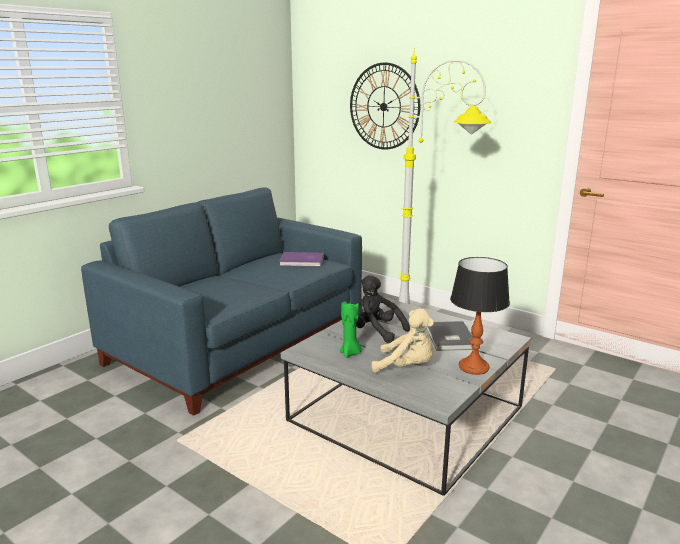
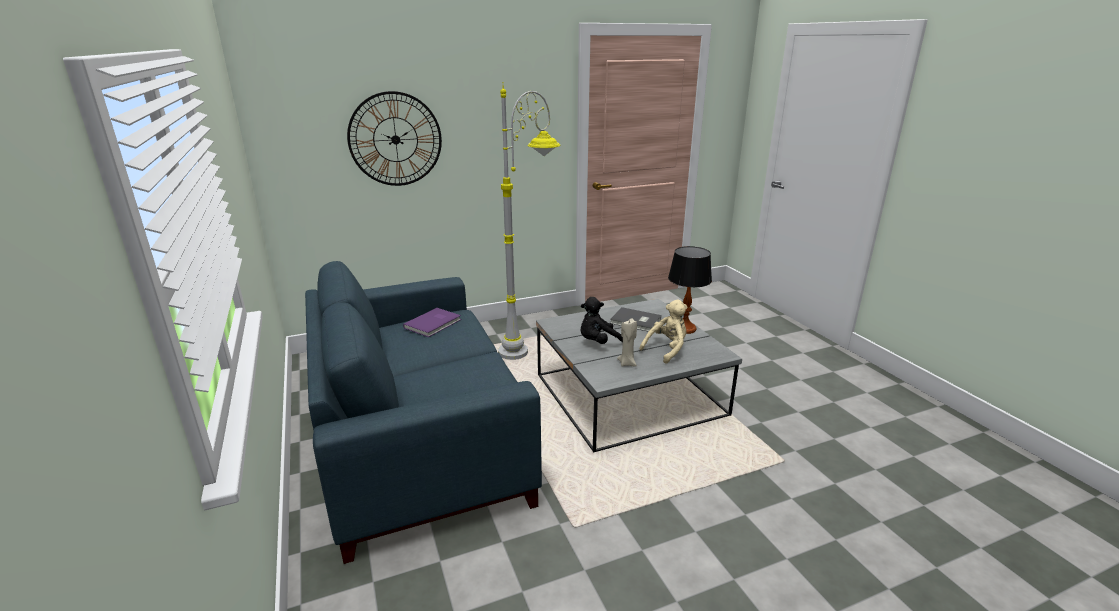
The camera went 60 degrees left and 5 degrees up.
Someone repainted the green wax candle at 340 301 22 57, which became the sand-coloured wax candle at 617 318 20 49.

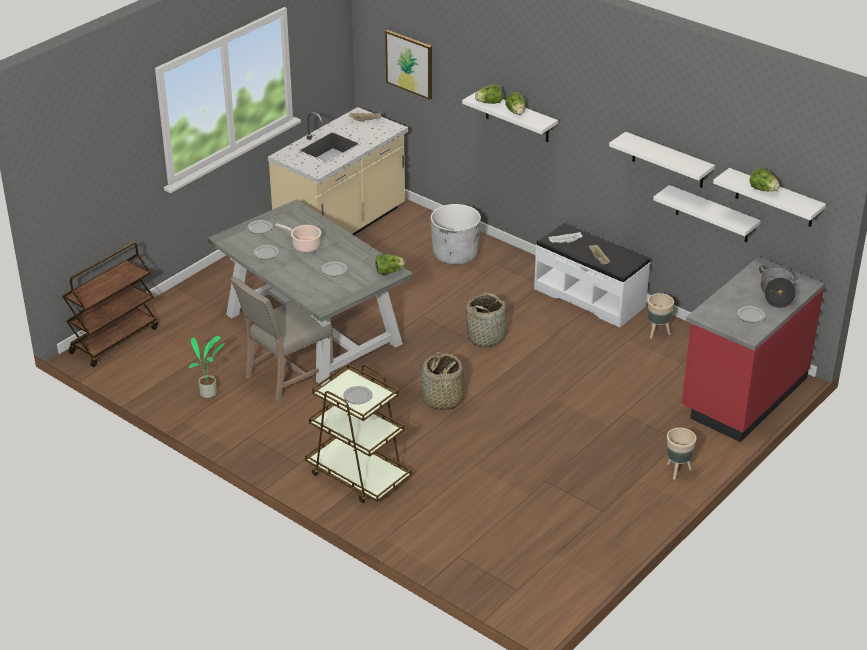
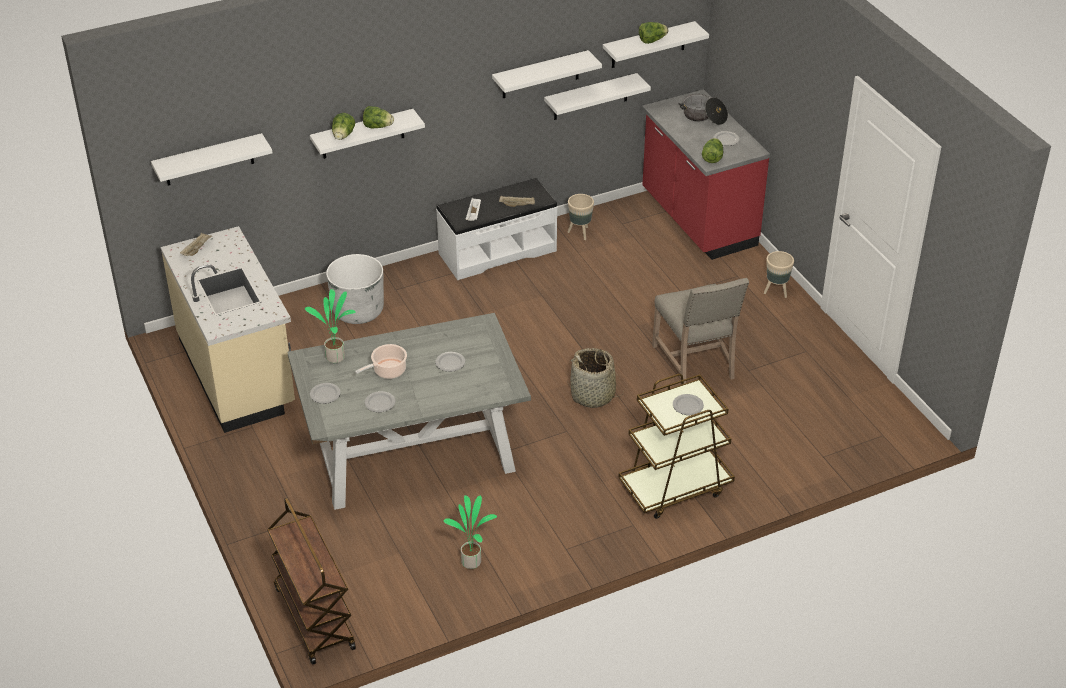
The camera went 65 degrees left and 5 degrees up.
Someone carried the sand-coloured chair from 231 277 103 124 to 652 278 97 107.
Someone carried the lettuce from 375 254 30 21 to 702 138 22 25.
Someone swapped the wall art at 385 30 47 70 for the white-coloured shelf at 151 133 121 53.
Someone took away the storage basket at 465 292 48 55.
Someone put down the houseplant at 305 289 51 74.

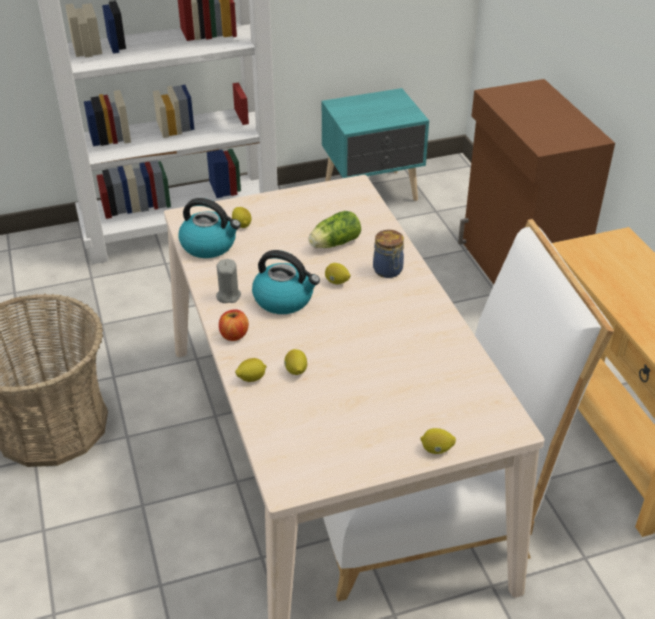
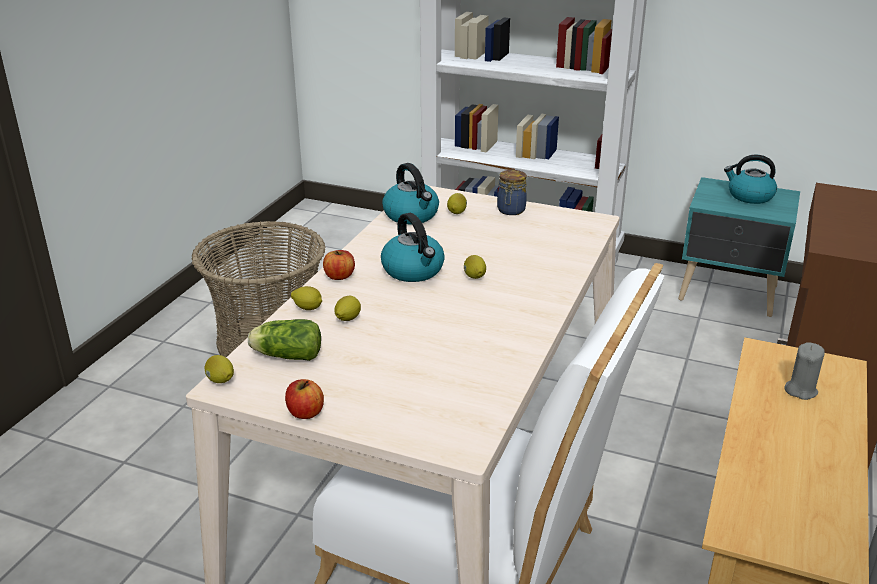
The camera went 40 degrees right and 10 degrees down.
Someone carried the gray wax candle from 216 259 25 44 to 784 342 41 58.
Someone carried the lettuce from 308 211 53 37 to 248 319 73 42.
Someone carried the preserve jar from 373 230 31 48 to 497 170 30 45.
Someone carried the citrus fruit from 420 428 36 26 to 204 355 30 28.
Someone put down the apple at 285 379 39 40.
Someone put down the kettle at 724 155 53 49.

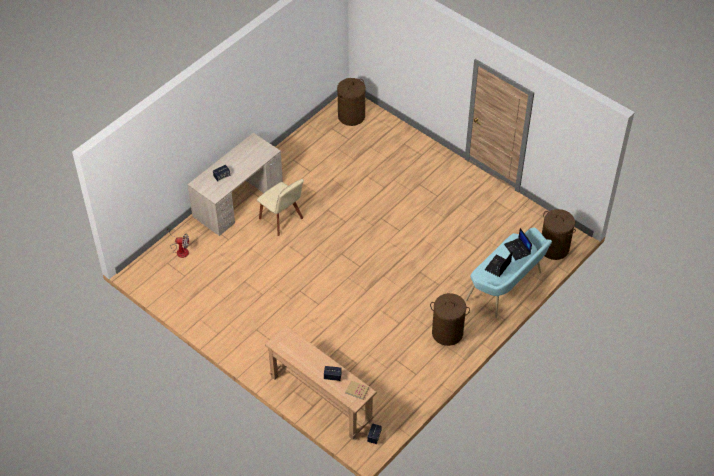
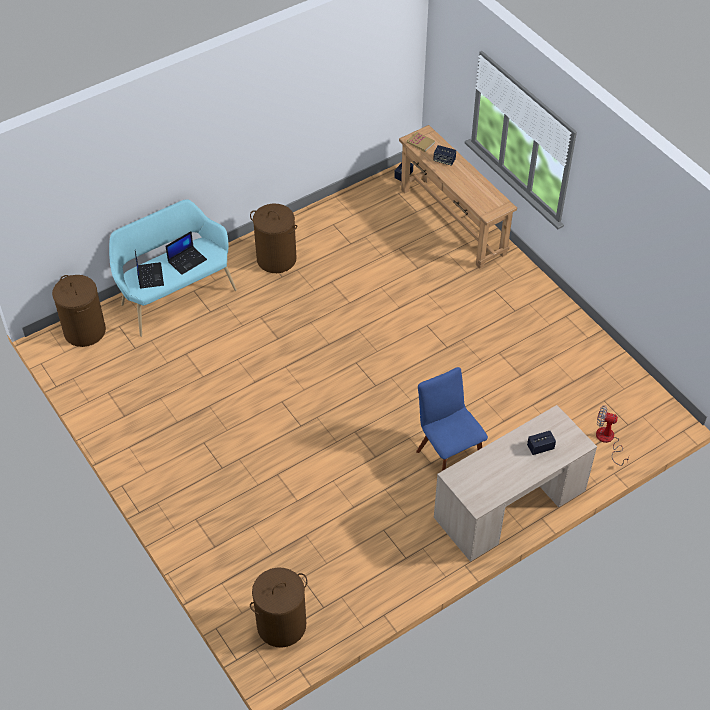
The camera went 165 degrees left and 0 degrees up.
Someone repainted the sand-coloured chair at 257 179 47 57, which became the blue chair at 416 367 72 104.

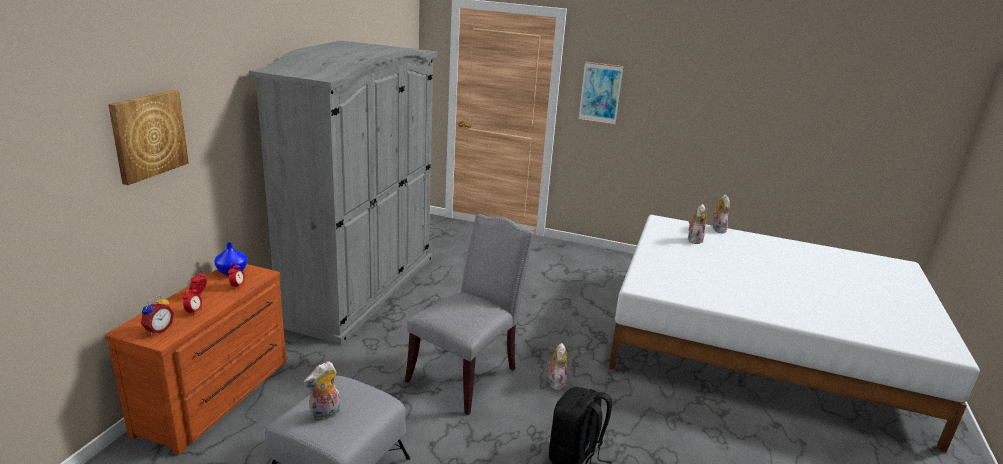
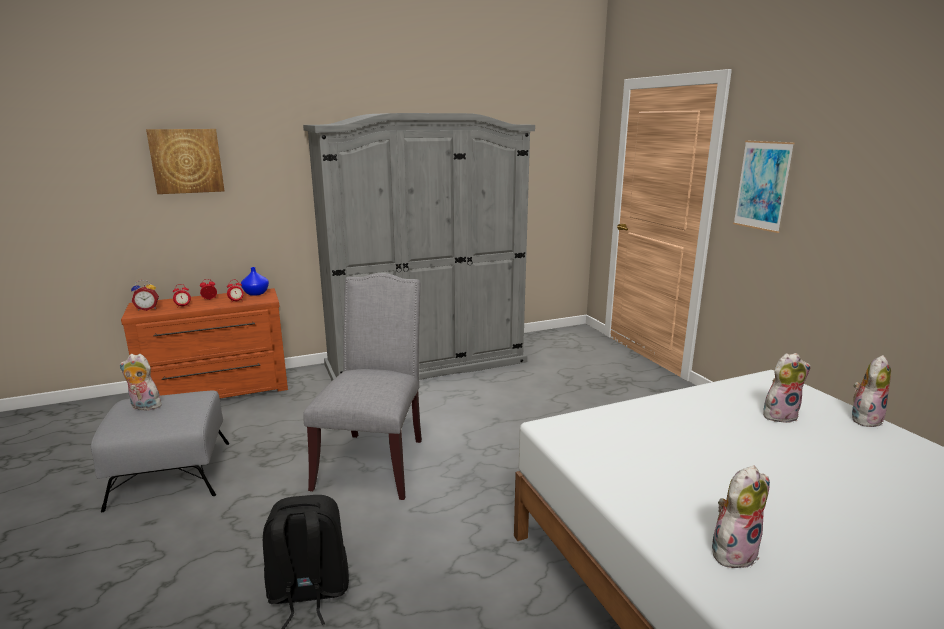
The camera went 50 degrees right and 5 degrees down.
Someone rotated the gray chair at 405 214 129 201 by 75 degrees counterclockwise.
Someone carried the cuddly toy from 548 343 19 47 to 712 465 58 103.

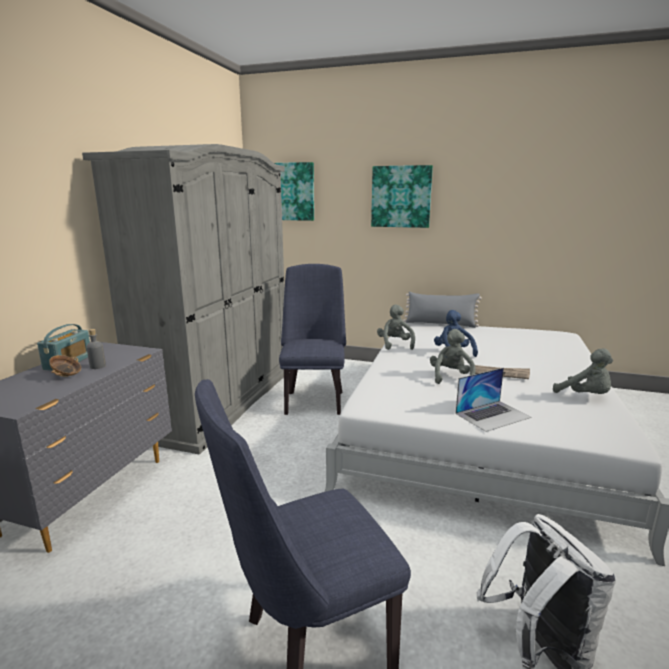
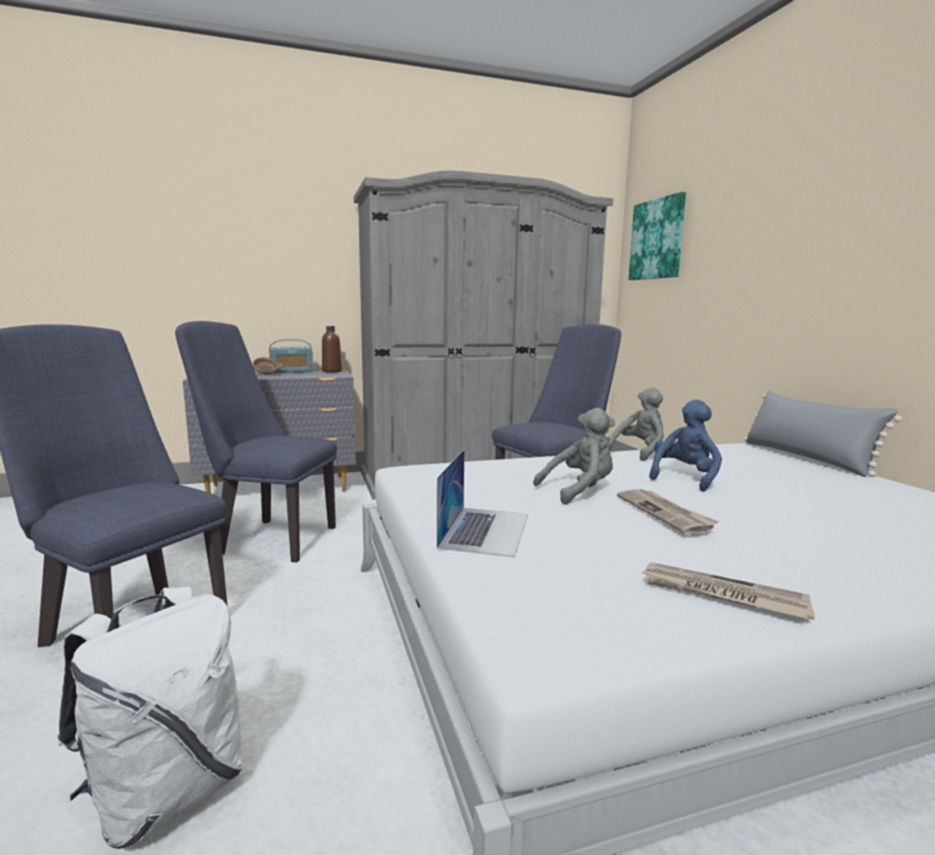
The camera went 55 degrees right and 5 degrees down.
Someone took away the gray beverage bottle at 86 329 20 40.
Someone took away the wall art at 371 165 62 63.
Someone rotated the laptop at 456 368 75 64 by 105 degrees counterclockwise.
Someone swapped the gray cuddly toy at 553 348 60 46 for the daily paper at 642 562 172 58.
Someone put down the blue chair at 175 321 162 241.
Someone put down the brown-coloured beverage bottle at 322 326 20 46.

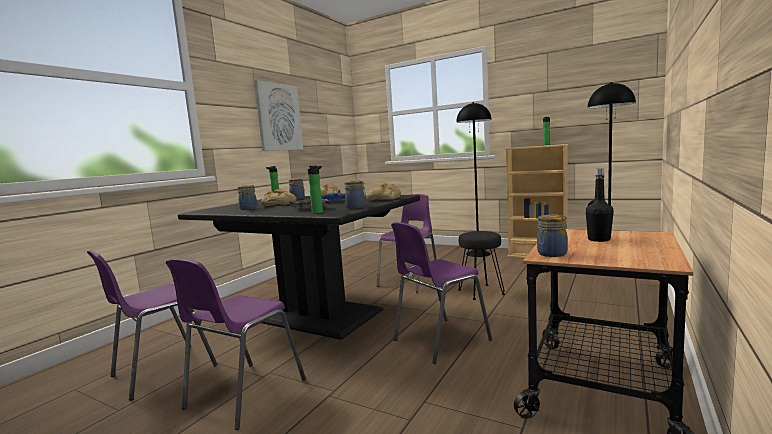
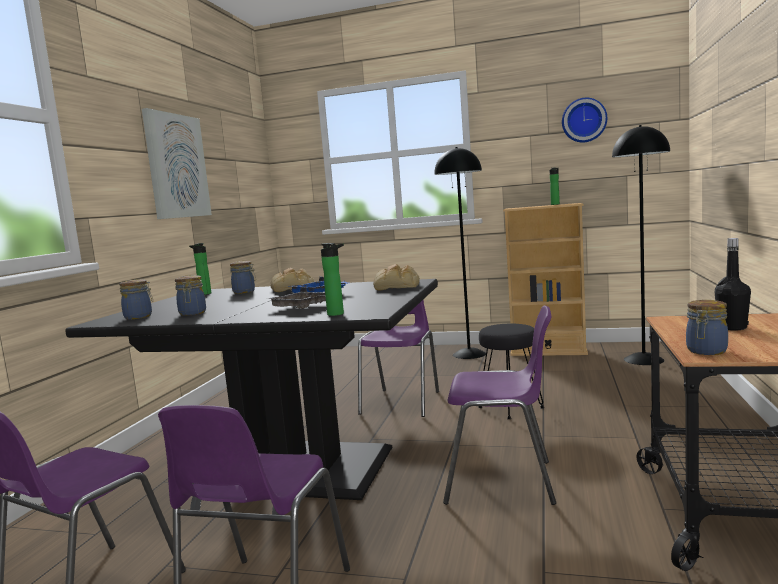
The camera went 15 degrees left and 0 degrees up.
Someone took away the bread at 261 189 36 17.
Someone carried the preserve jar from 345 180 21 29 to 119 279 34 40.
Someone rotated the purplish chair at 391 222 101 142 by 120 degrees counterclockwise.
Someone put up the wall clock at 562 98 45 45.

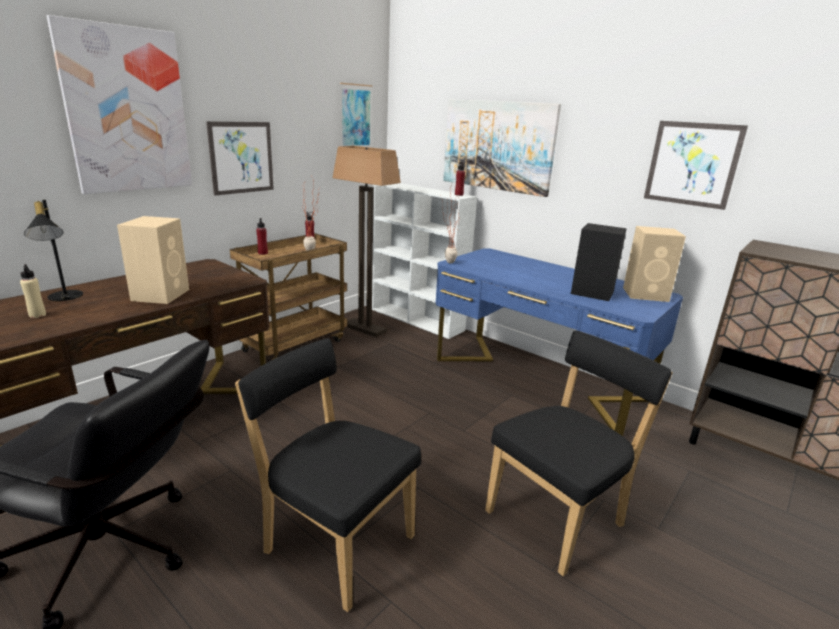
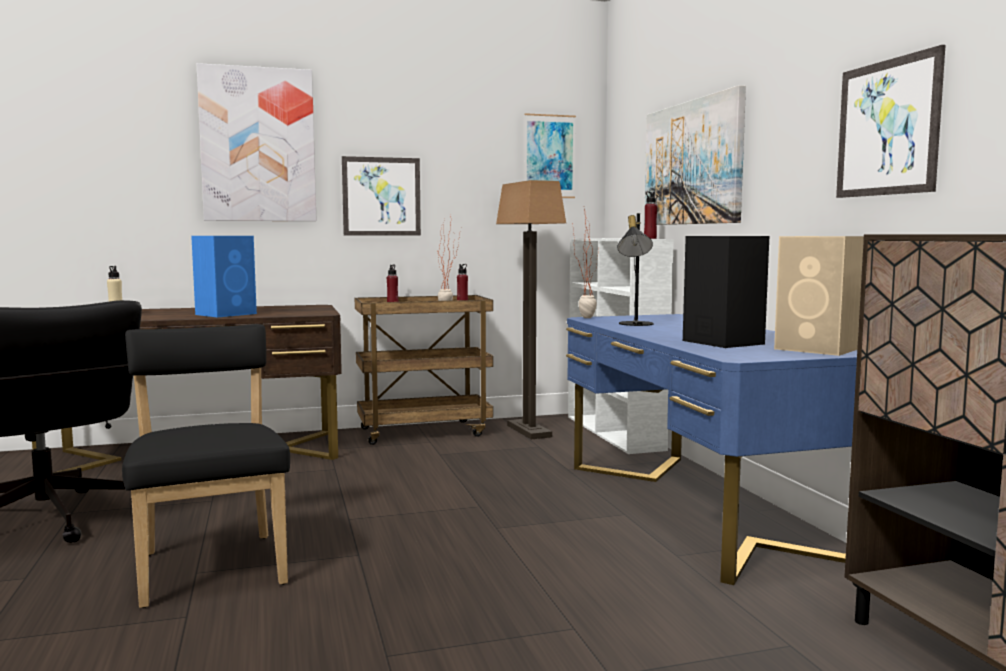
The camera went 35 degrees right and 15 degrees down.
Someone carried the blackish lamp for a table from 24 200 59 101 to 618 213 35 113.
Someone repainted the sand-coloured loudspeaker at 117 216 72 88, which became the blue loudspeaker at 191 236 66 81.
Someone took away the blackish chair at 485 330 188 246.

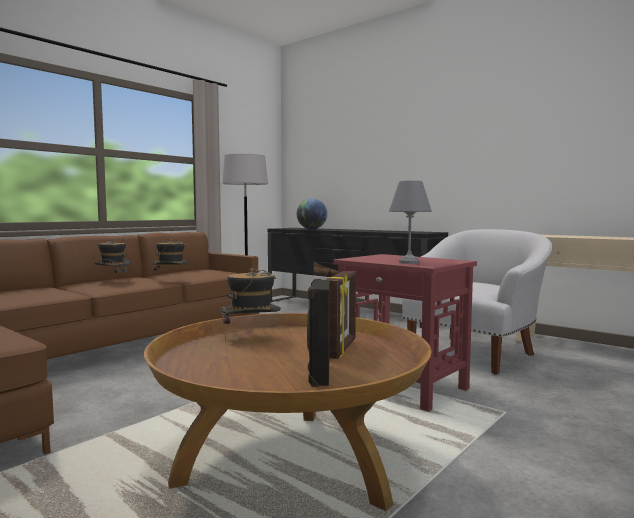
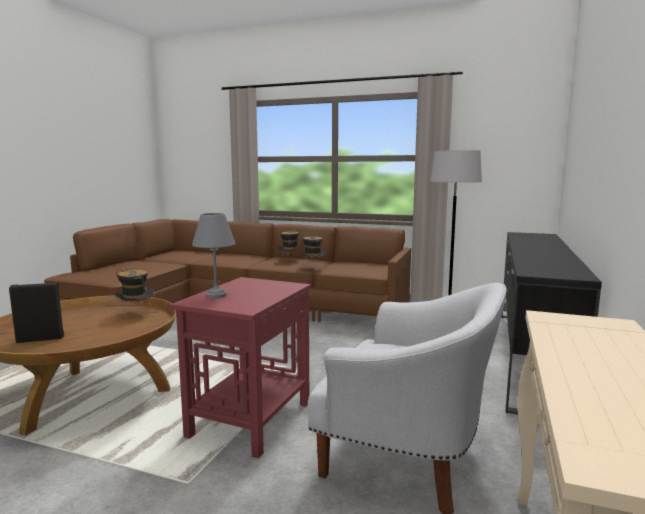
The camera went 70 degrees right and 5 degrees up.
Someone took away the globe at 297 198 30 31.
Someone took away the picture frame at 326 271 30 88.

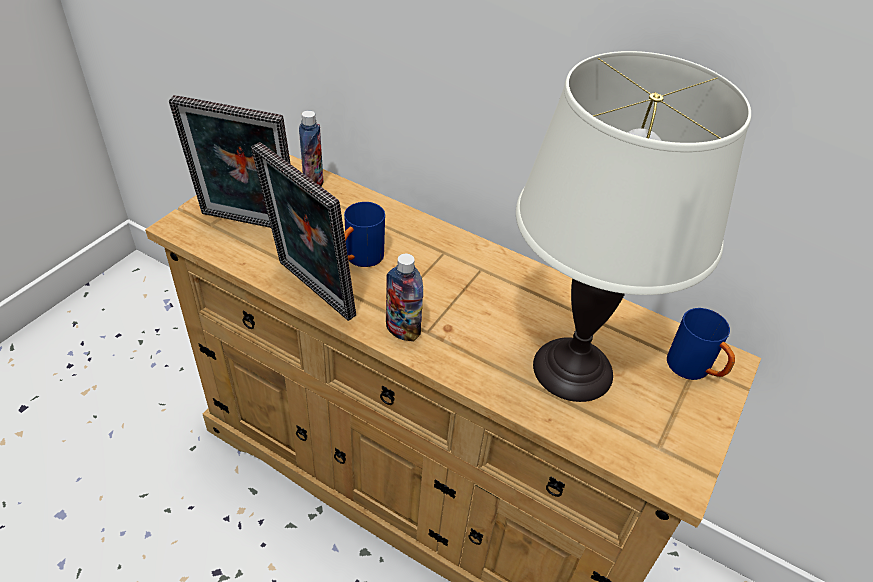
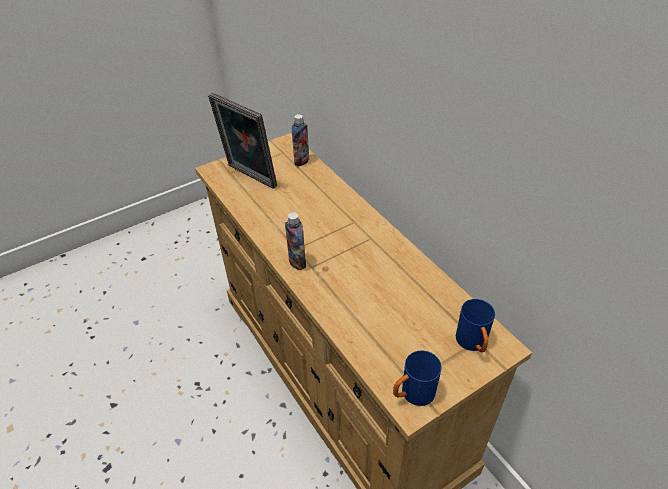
The camera went 30 degrees right and 0 degrees up.
Someone took away the picture frame at 251 142 105 179.
Someone carried the blue mug from 344 202 41 65 to 393 351 49 55.
Someone took away the white-coloured lamp for a table at 516 51 235 351.

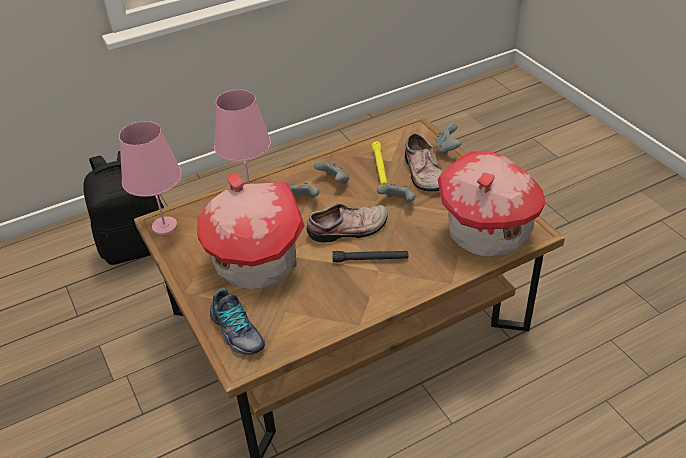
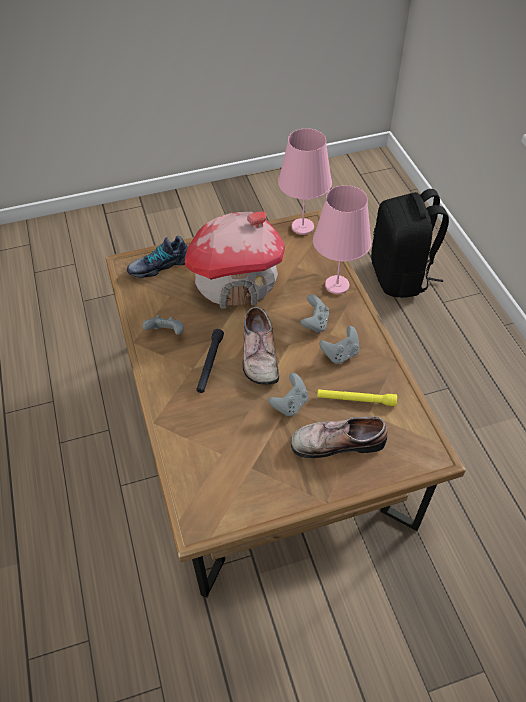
The camera went 100 degrees right and 10 degrees up.
Someone carried the gray joypad from 436 123 25 32 to 142 315 42 20.
Someone took away the toy house at 437 151 109 106.

